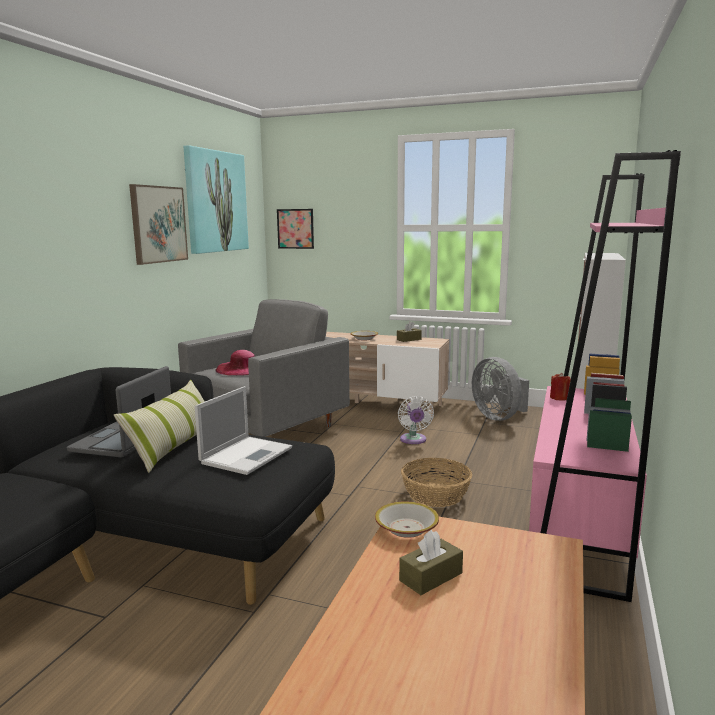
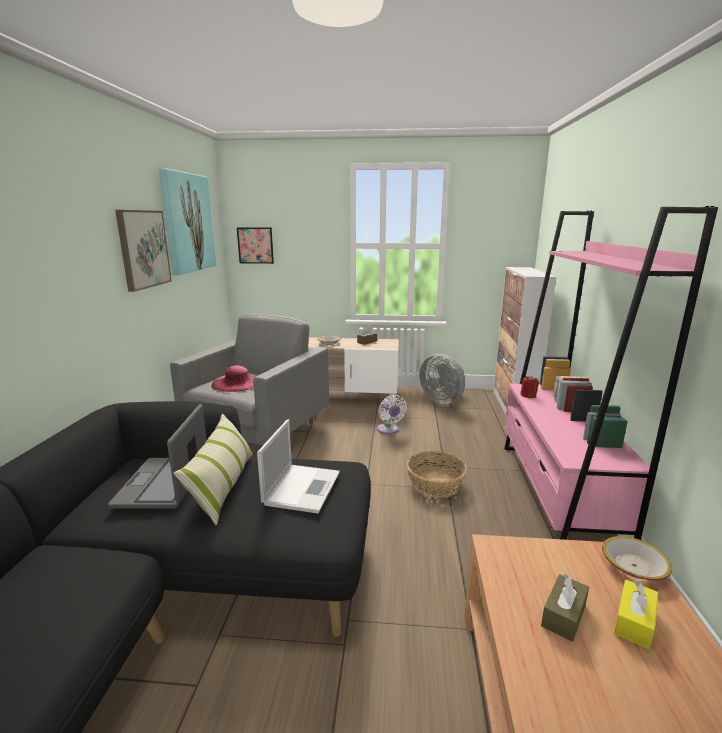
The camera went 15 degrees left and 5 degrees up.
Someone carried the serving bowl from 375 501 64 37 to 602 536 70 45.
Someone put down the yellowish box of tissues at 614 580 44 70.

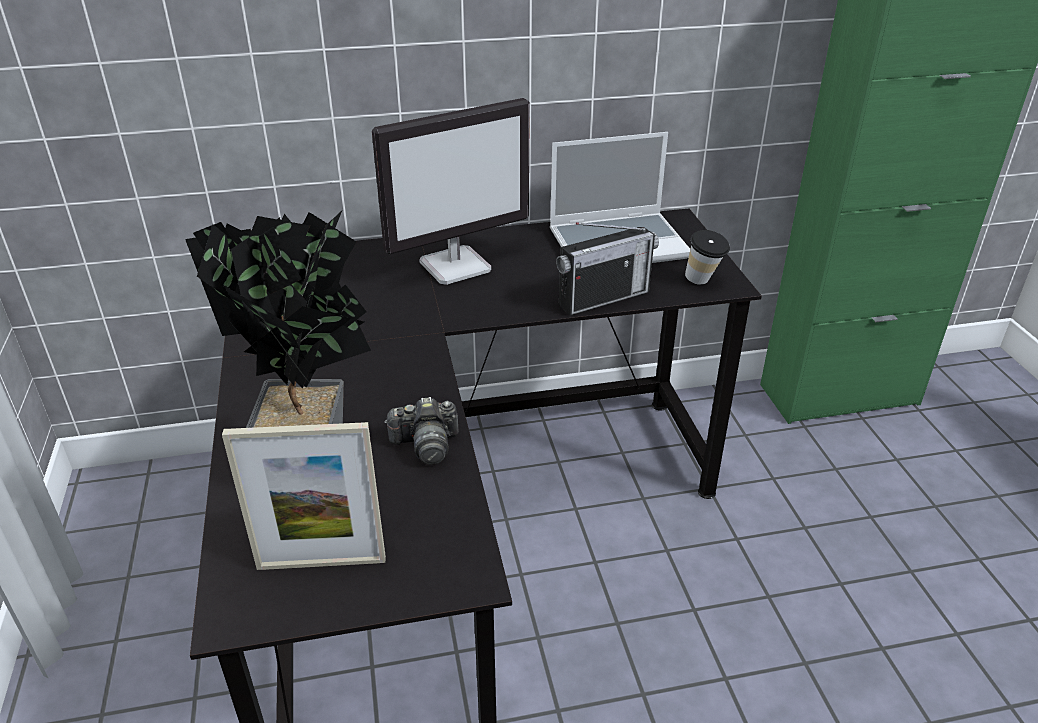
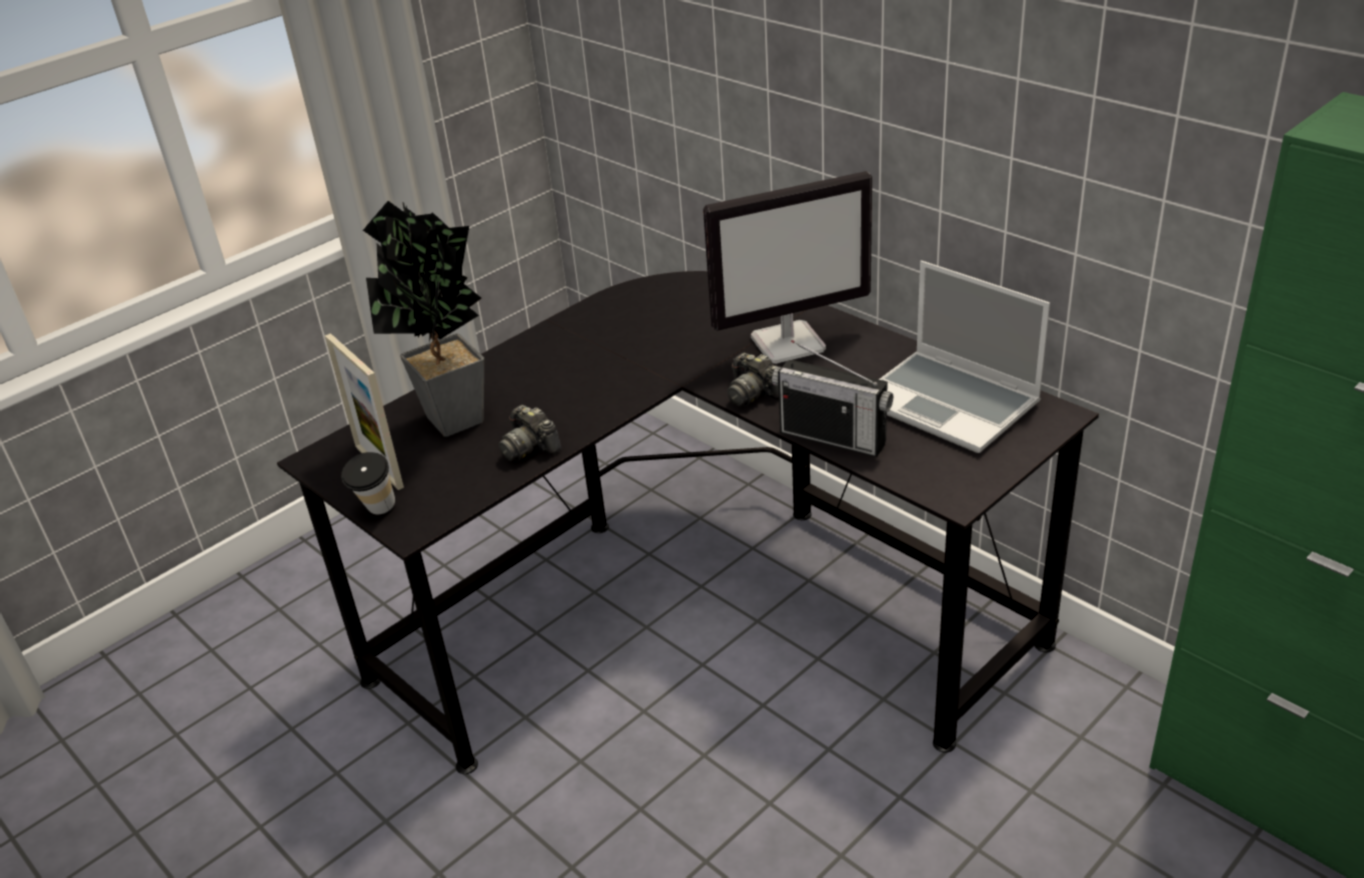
The camera went 60 degrees right and 0 degrees up.
Someone rotated the computer screen at 372 98 158 187 by 45 degrees counterclockwise.
Someone carried the cup from 685 230 45 55 to 341 452 54 62.
Someone put down the still camera at 727 353 52 53.

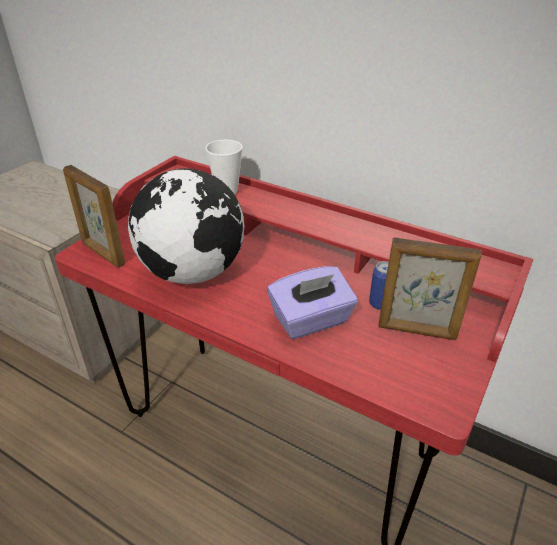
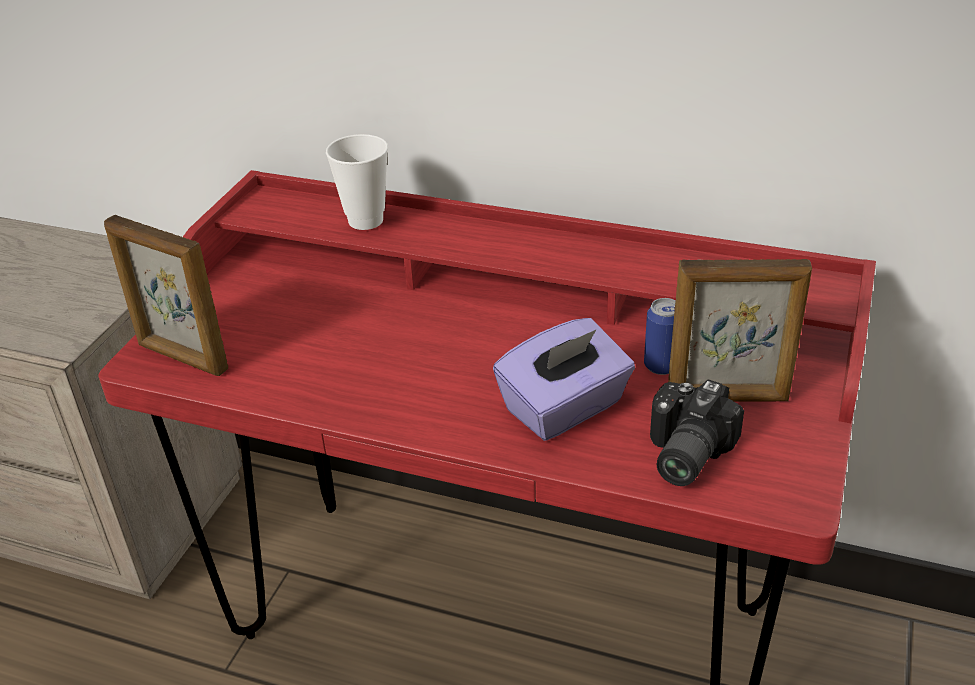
The camera went 10 degrees left and 0 degrees up.
Someone took away the globe at 128 168 116 116.
Someone put down the still camera at 650 380 94 106.

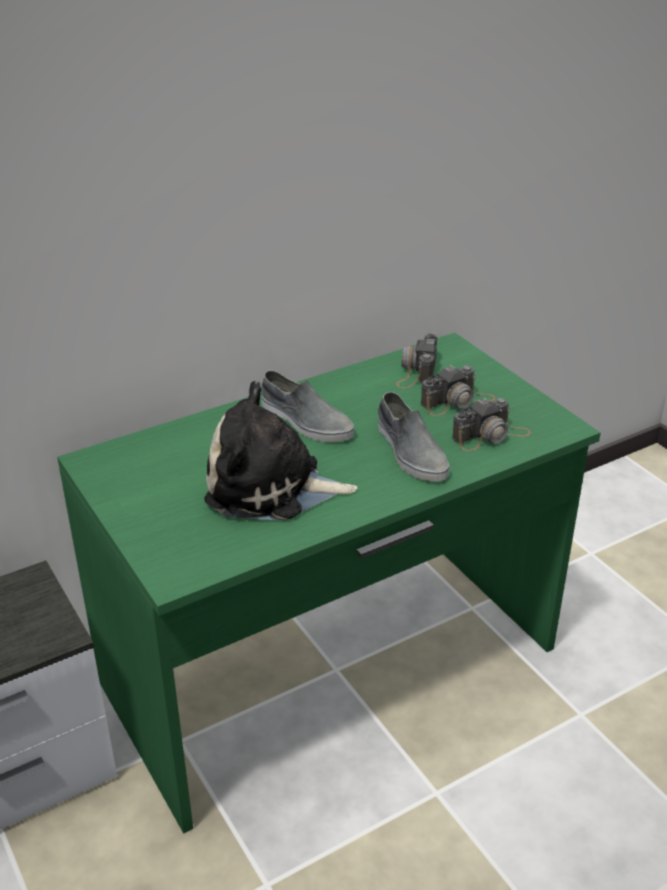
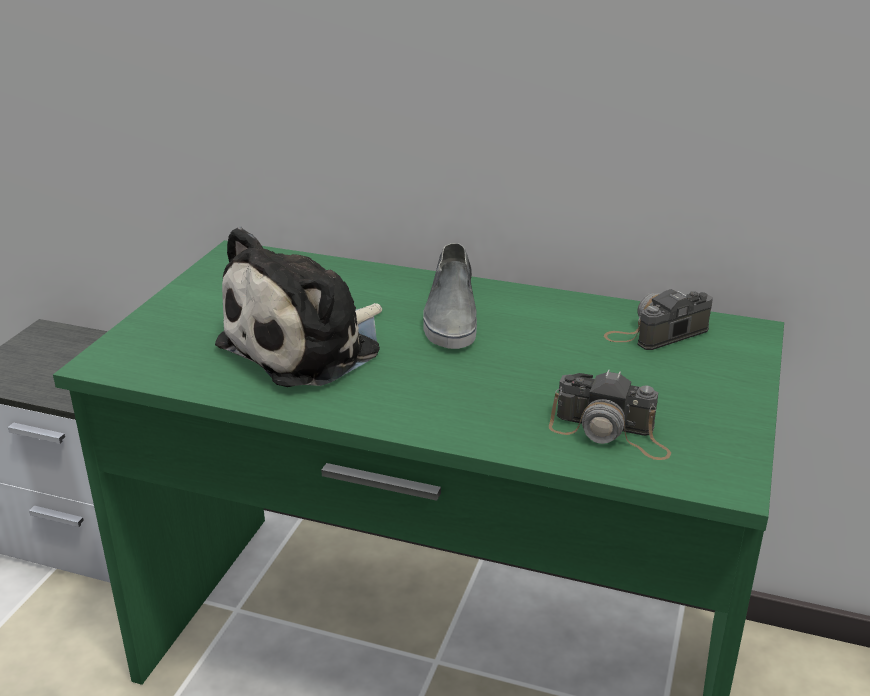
The camera went 50 degrees right and 5 degrees down.
Someone rotated the cuddly toy at 204 381 154 139 by 105 degrees counterclockwise.
Someone took away the gray low shoe at 378 392 72 89.
Someone took away the still camera at 420 365 76 51.

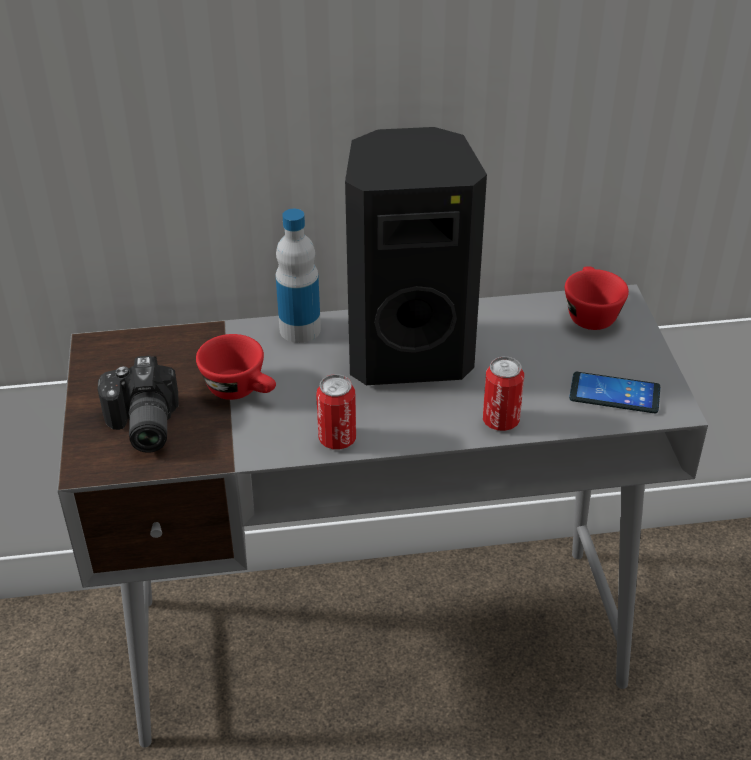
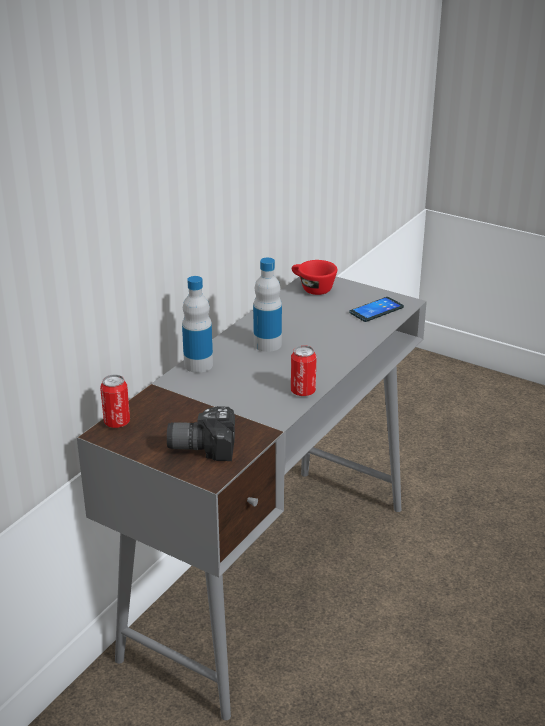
The camera went 50 degrees left and 10 degrees down.
Someone rotated the still camera at 98 356 81 97 by 150 degrees clockwise.
Someone took away the red-coloured cup at 196 334 80 66.
Someone swapped the blackish loudspeaker at 345 127 142 258 for the beverage bottle at 253 258 29 94.
Someone carried the can from 483 357 41 74 to 100 375 30 53.

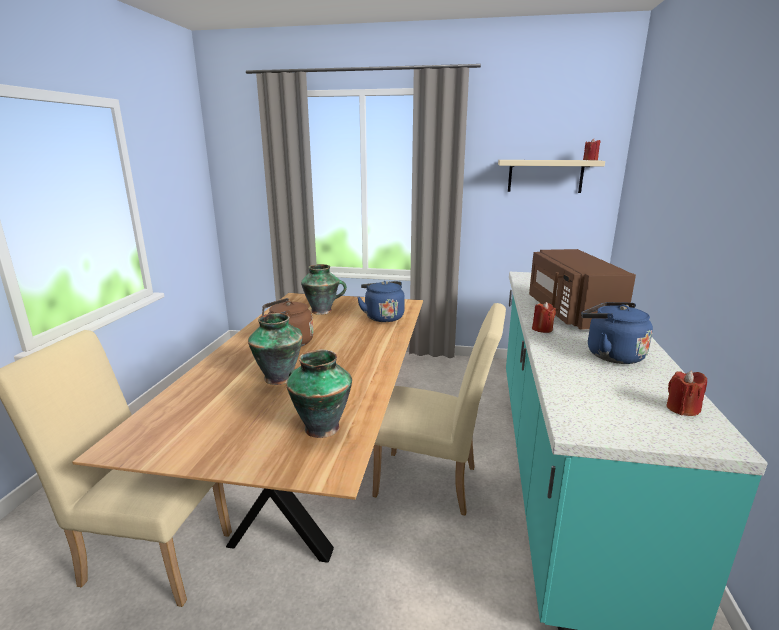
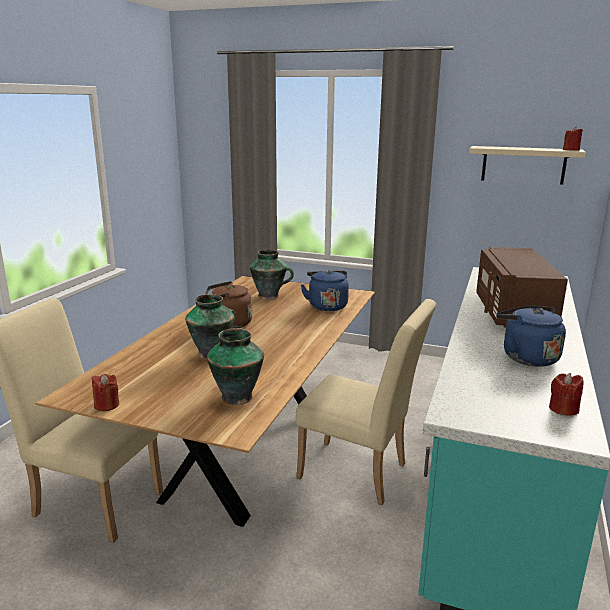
The camera went 10 degrees right and 0 degrees up.
Someone carried the red-coloured wax candle from 532 302 24 31 to 92 374 27 37.

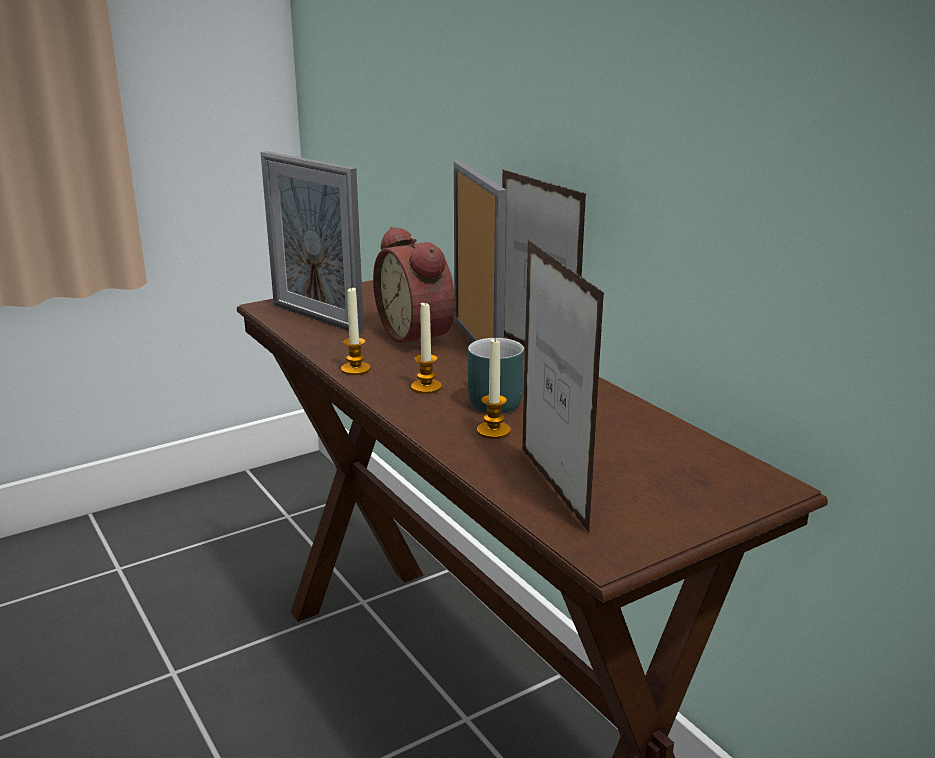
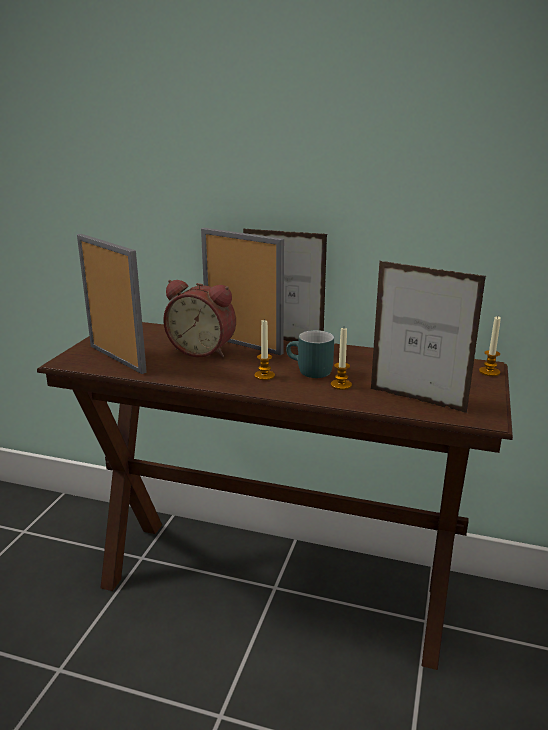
The camera went 40 degrees left and 0 degrees up.
Someone rotated the picture frame at 260 151 104 183 by 135 degrees counterclockwise.
Someone carried the wax candle from 341 286 30 89 to 479 316 22 60.

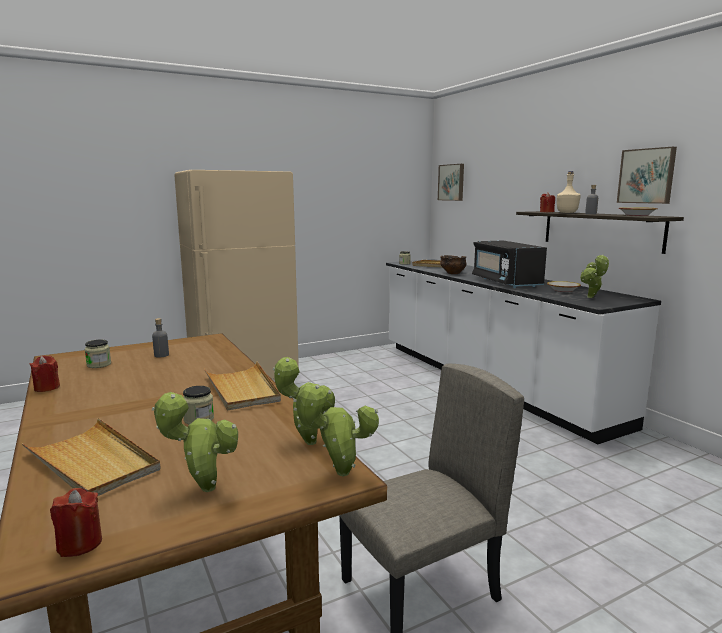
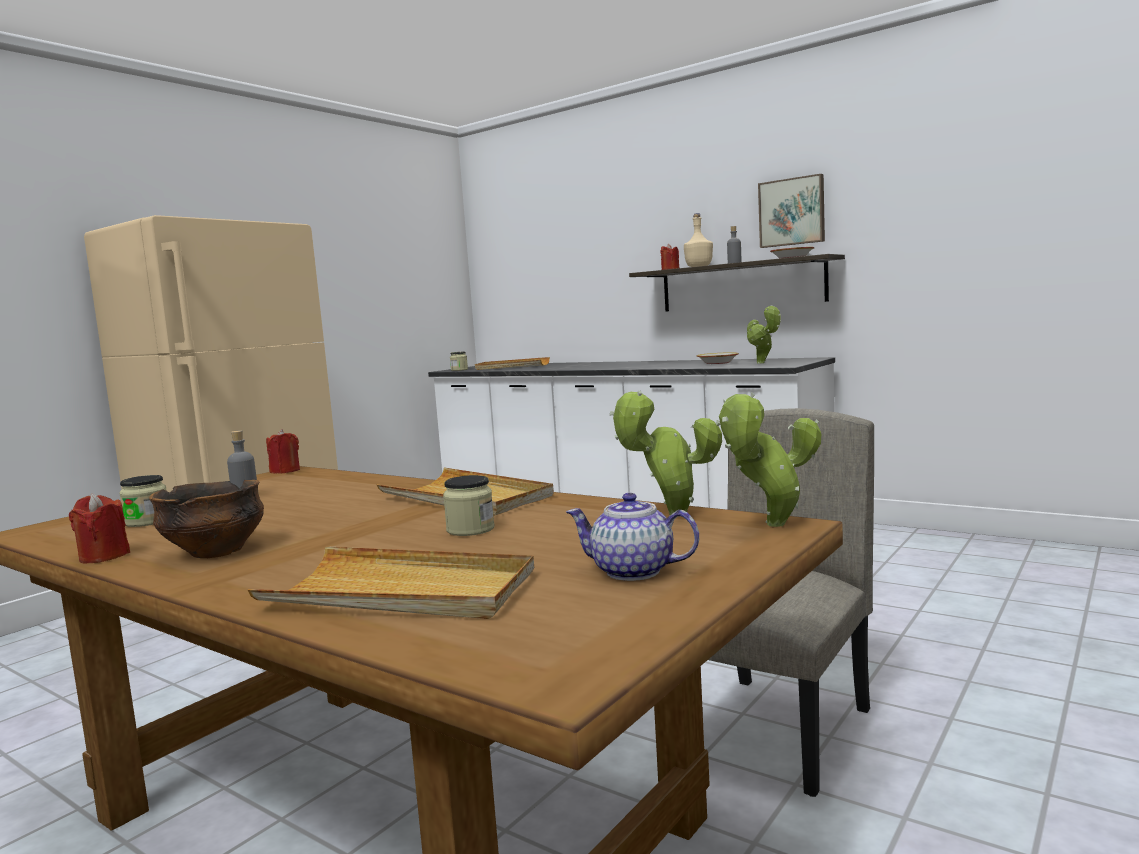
The camera went 25 degrees left and 5 degrees down.
Someone carried the red-coloured wax candle from 50 488 52 69 to 266 429 34 45.
Someone swapped the houseplant at 152 392 86 100 for the teapot at 566 493 133 88.
Someone took away the wall art at 438 164 26 37.
Someone carried the serving bowl from 440 255 27 19 to 149 480 115 78.
Someone took away the blackish kitchen microwave at 472 241 75 47.

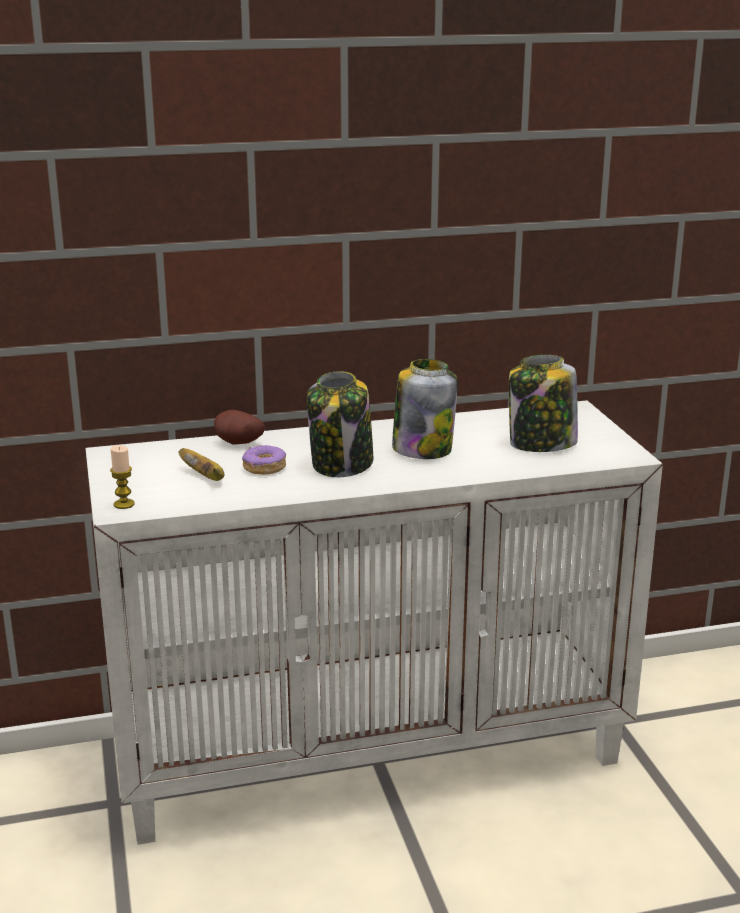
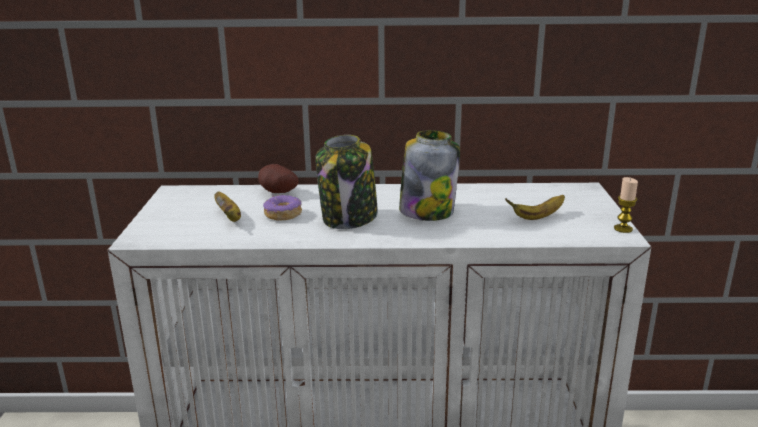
The camera went 15 degrees right and 0 degrees up.
Someone carried the wax candle from 110 445 25 64 to 614 177 24 56.
Someone swapped the preserve jar at 509 355 69 97 for the banana fruit at 505 195 60 25.

